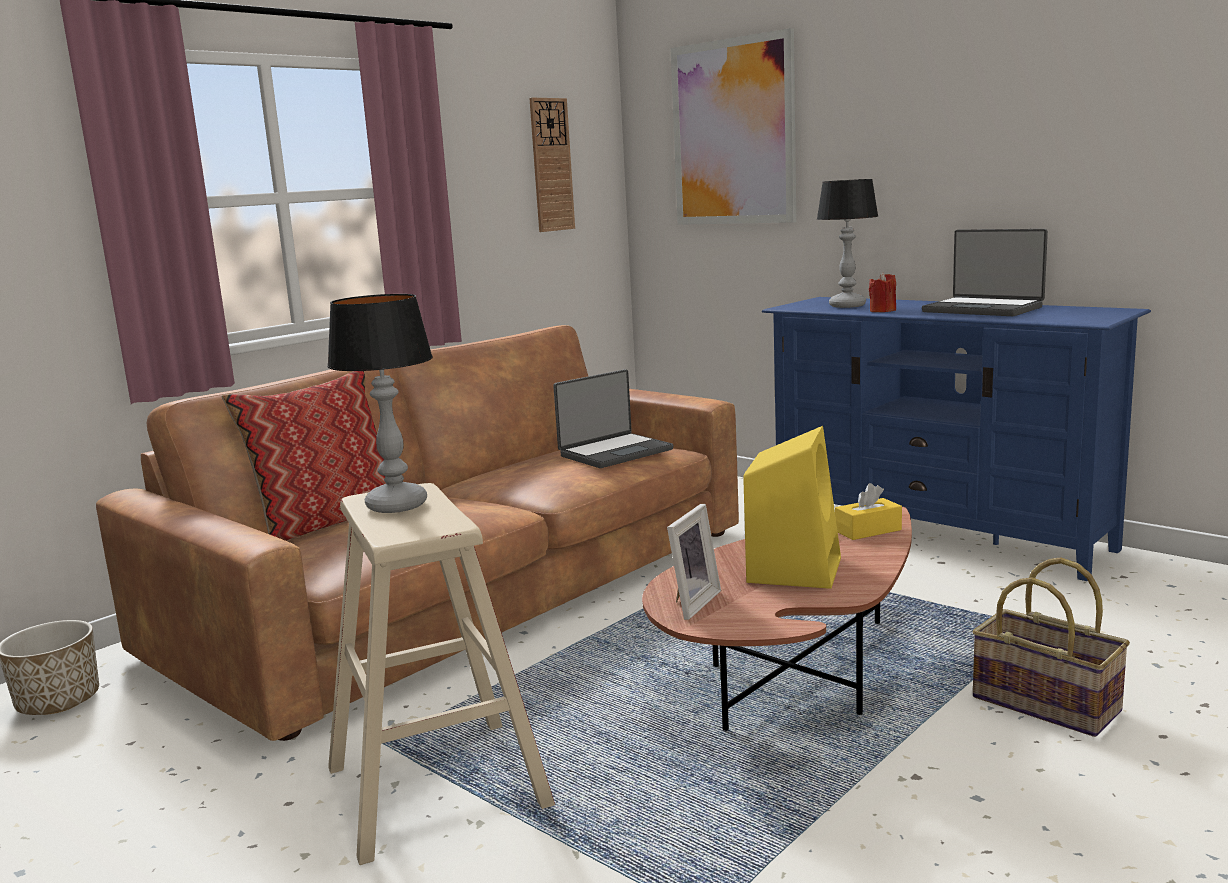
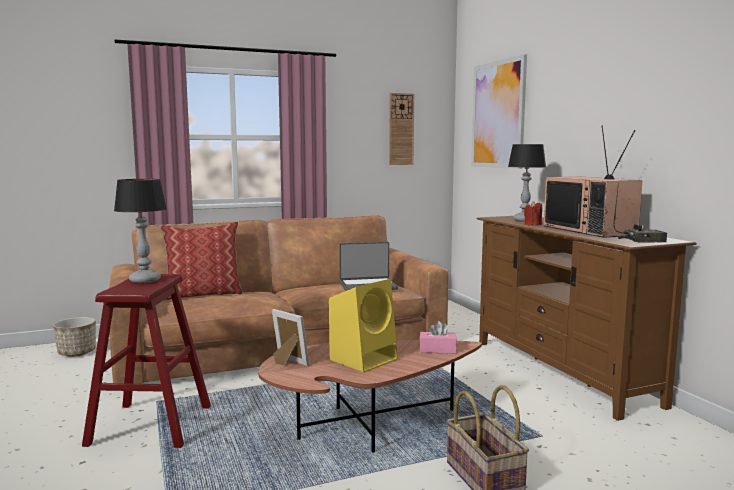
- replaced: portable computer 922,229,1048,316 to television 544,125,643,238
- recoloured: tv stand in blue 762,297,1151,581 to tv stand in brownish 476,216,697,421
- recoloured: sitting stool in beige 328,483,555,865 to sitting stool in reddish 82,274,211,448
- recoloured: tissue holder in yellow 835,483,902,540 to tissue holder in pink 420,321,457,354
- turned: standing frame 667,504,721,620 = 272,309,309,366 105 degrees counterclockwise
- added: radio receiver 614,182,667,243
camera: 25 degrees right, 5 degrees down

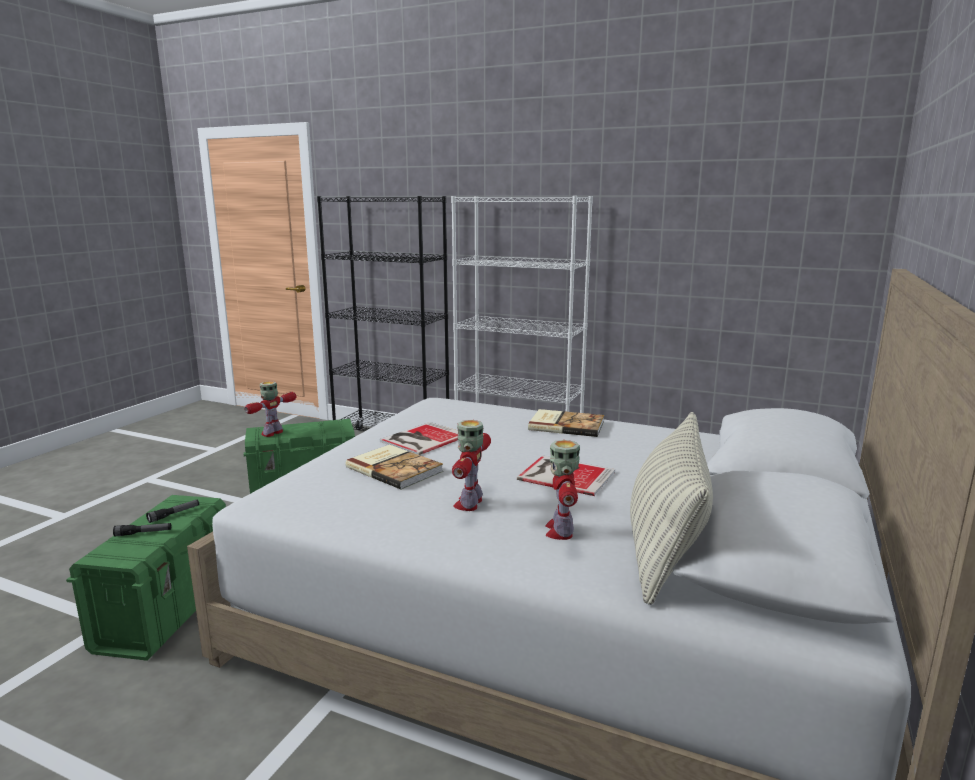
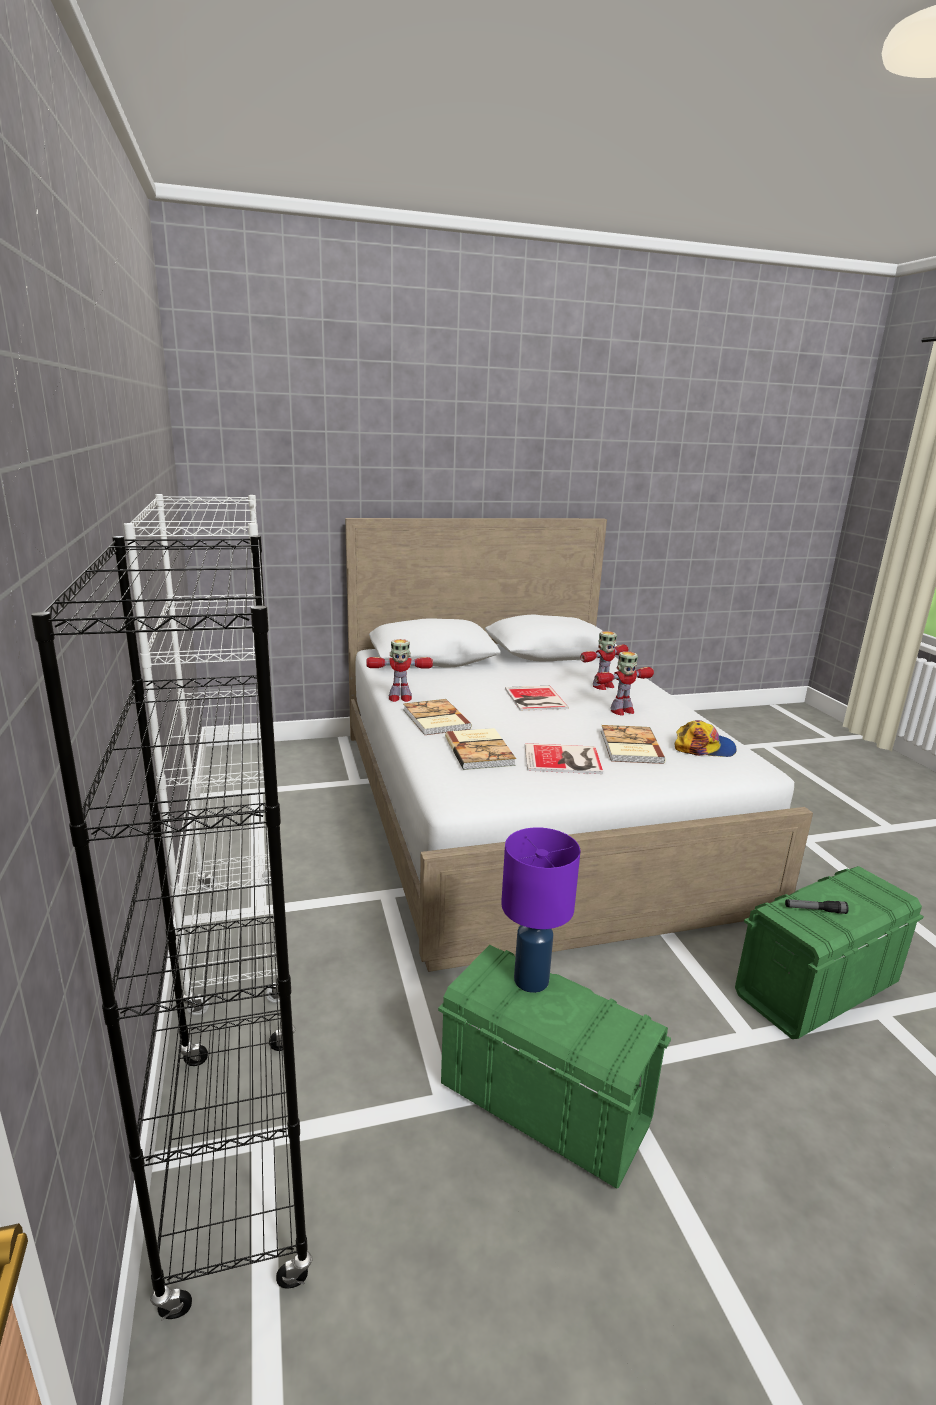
- moved: model robot 244,381,296,437 to 366,639,433,702
- removed: pillow 630,412,713,605
- removed: flashlight 113,523,171,536
- added: cap 675,720,737,757
- added: bound book 445,728,516,770
- added: lamp for a table in purplish 501,827,580,993
camera: 130 degrees left, 5 degrees up

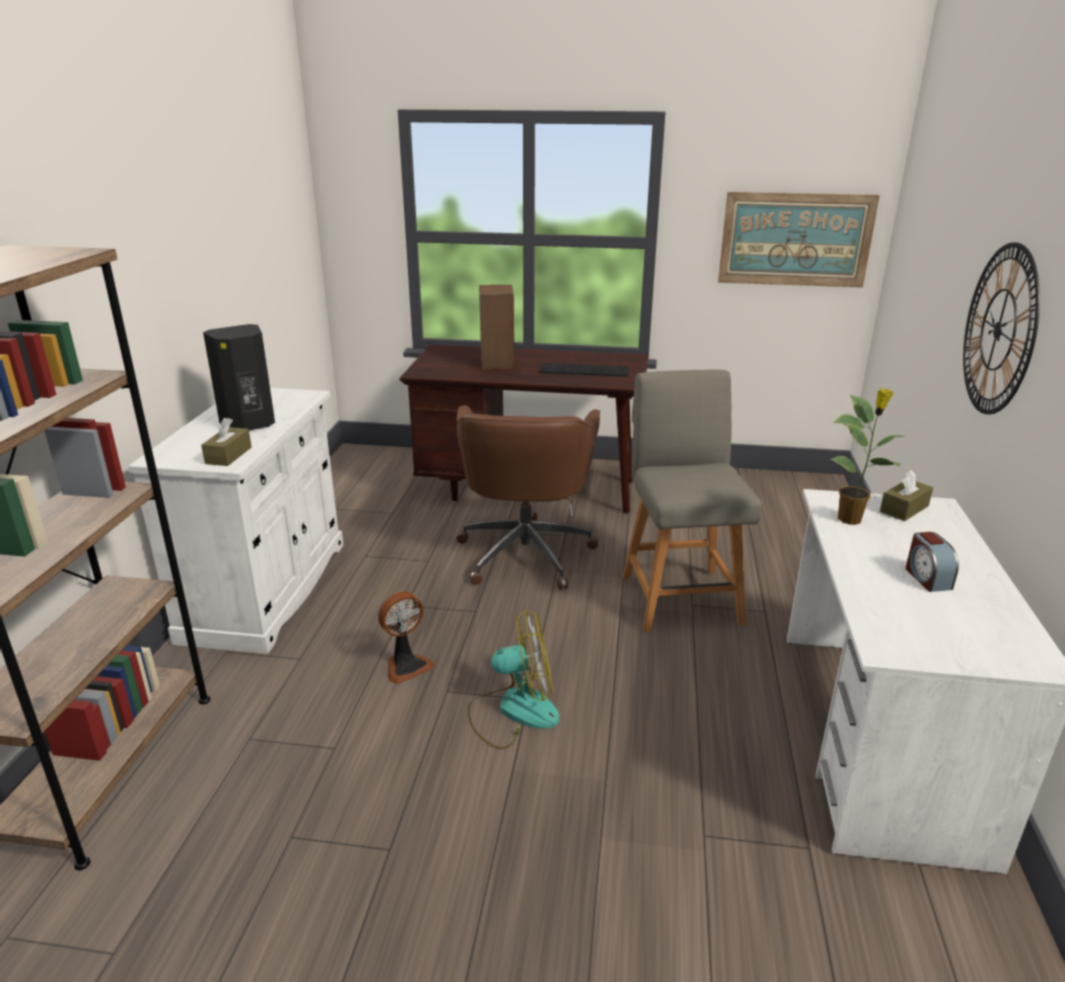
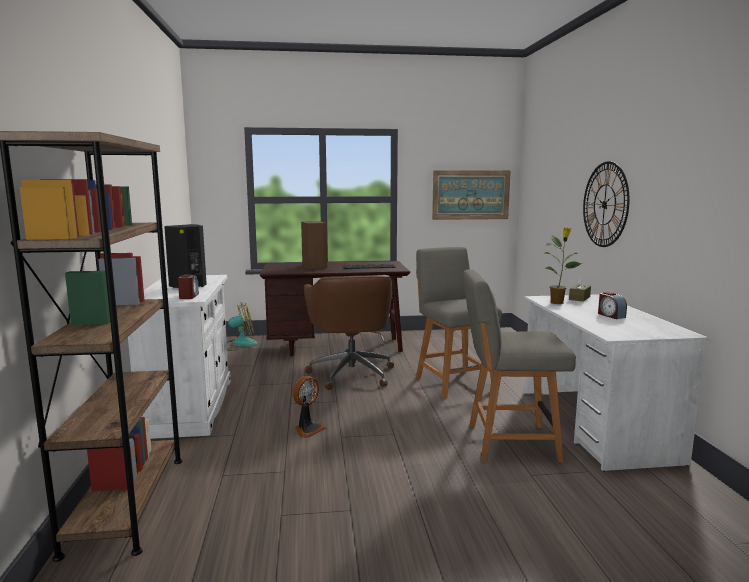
- replaced: tissue holder in brownish 201,418,252,466 to bedside clock 178,274,199,299
- moved: electric fan 468,610,560,749 to 227,302,258,351
- added: upright chair in grey 463,269,576,463
camera: 15 degrees left, 15 degrees down

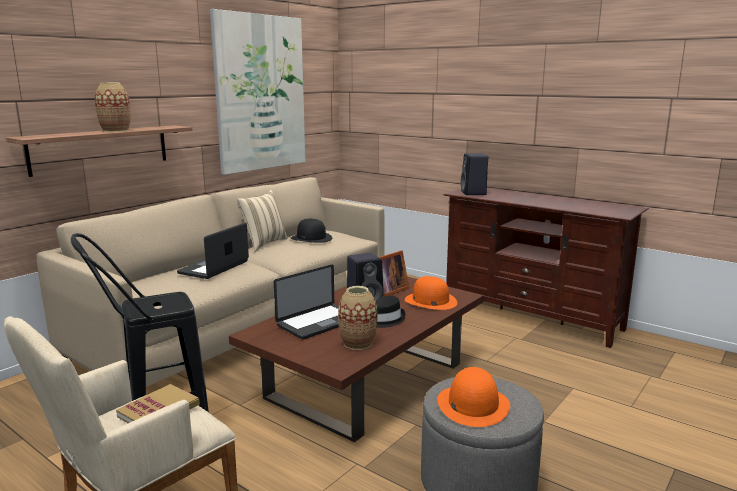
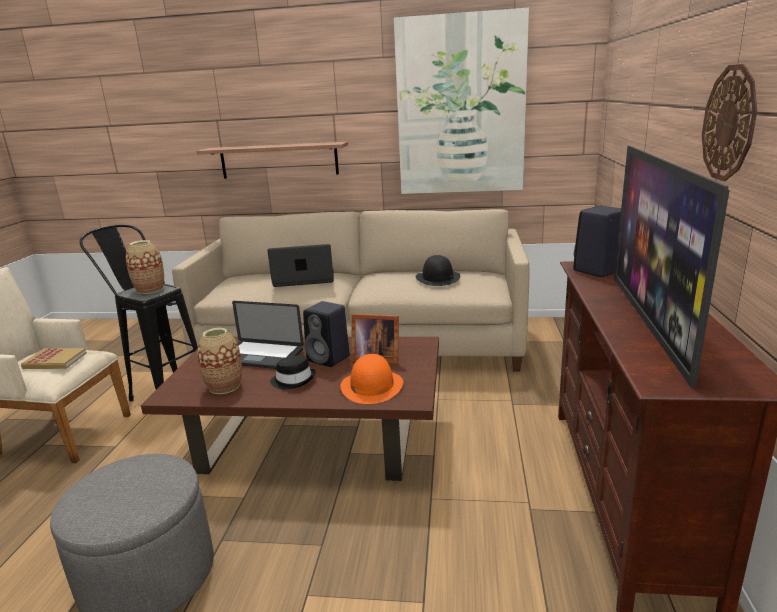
- moved: decorative vase 95,82,131,132 to 126,240,164,294
- removed: pillow in beige 237,190,288,252
- removed: clothing hat in orangey 437,367,510,427
- added: clock on the wall 702,64,757,181
- added: television 614,146,730,388
camera: 60 degrees right, 5 degrees up

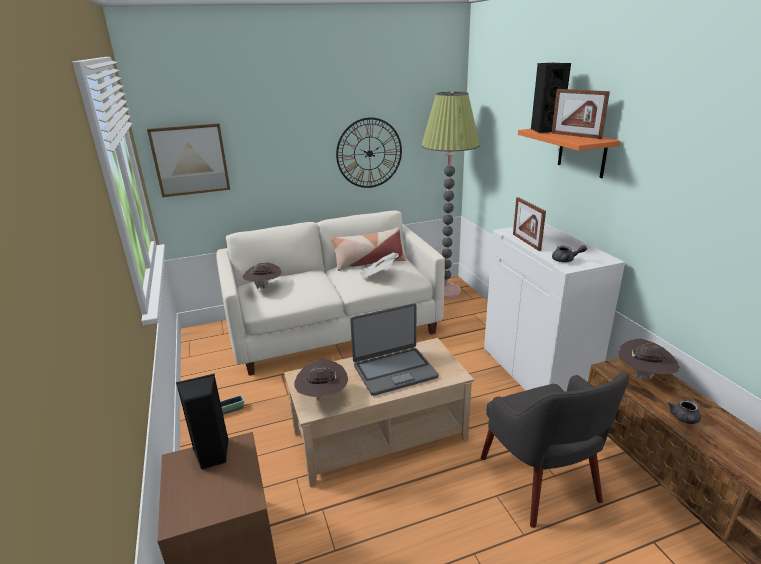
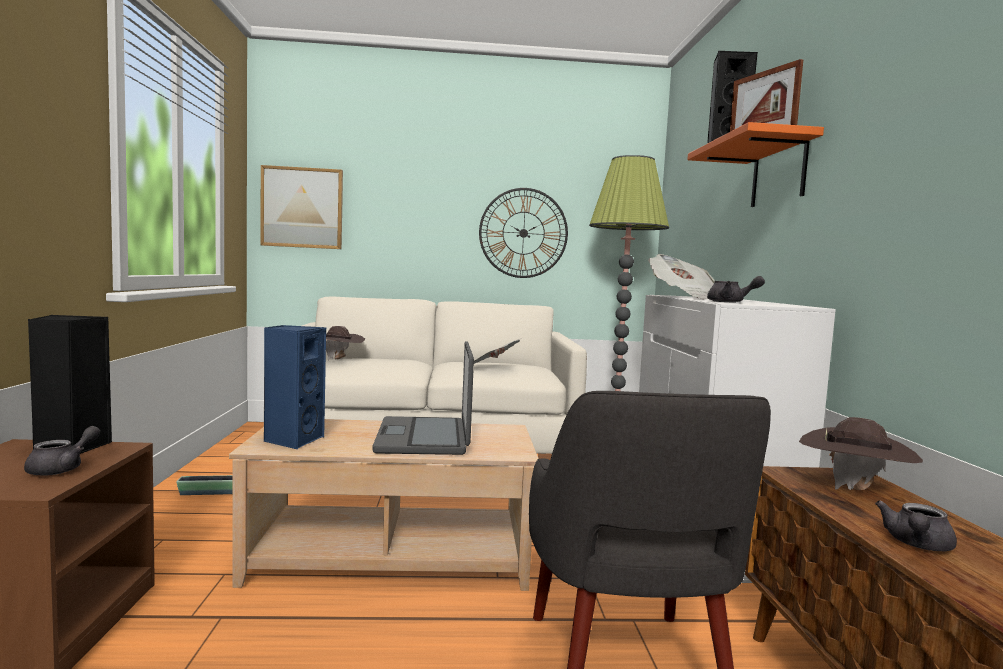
- replaced: standing frame 513,197,546,251 to newspaper 648,254,715,300
- removed: pillow 330,227,406,271
- turned: portable computer 350,303,439,396 = 372,341,474,455 90 degrees clockwise
- replaced: clothing hat in brownish 295,359,348,401 to loudspeaker in blue 264,325,326,450
- added: teapot in grey 24,426,100,476
camera: 15 degrees right, 20 degrees down

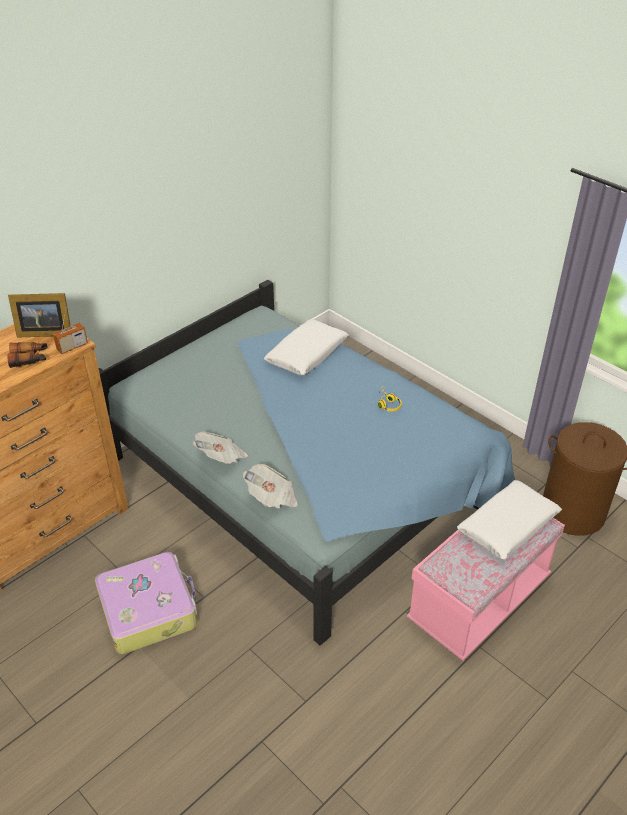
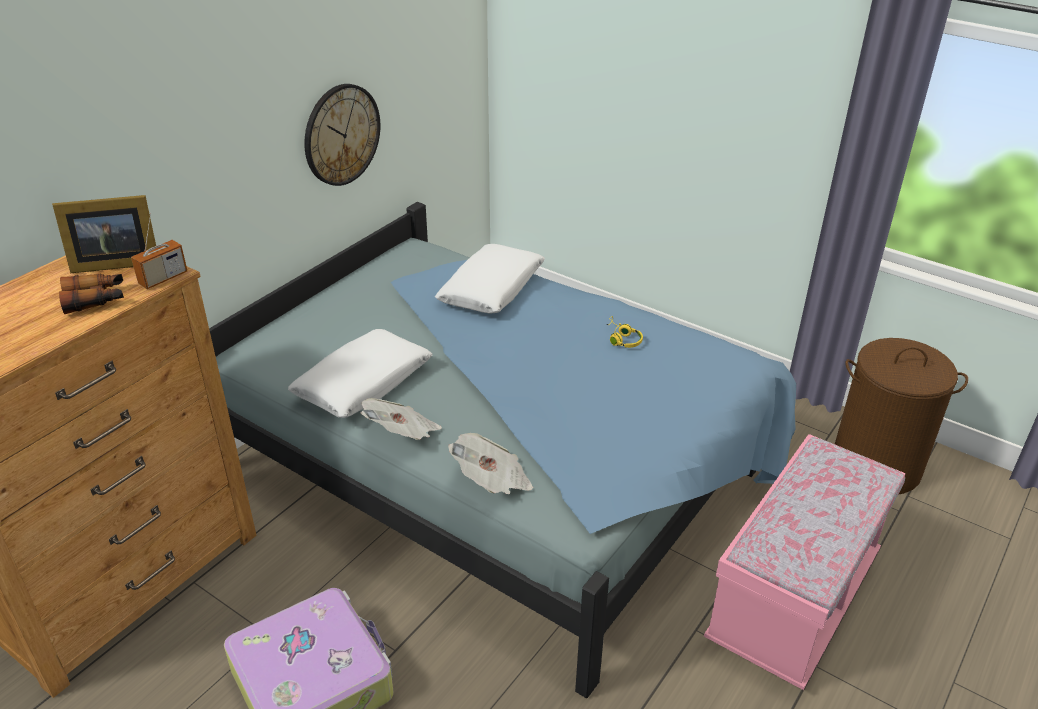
- moved: pillow in whitish 457,480,562,560 to 288,329,433,418
- added: clock on the wall 304,84,380,186
camera: 10 degrees left, 5 degrees down

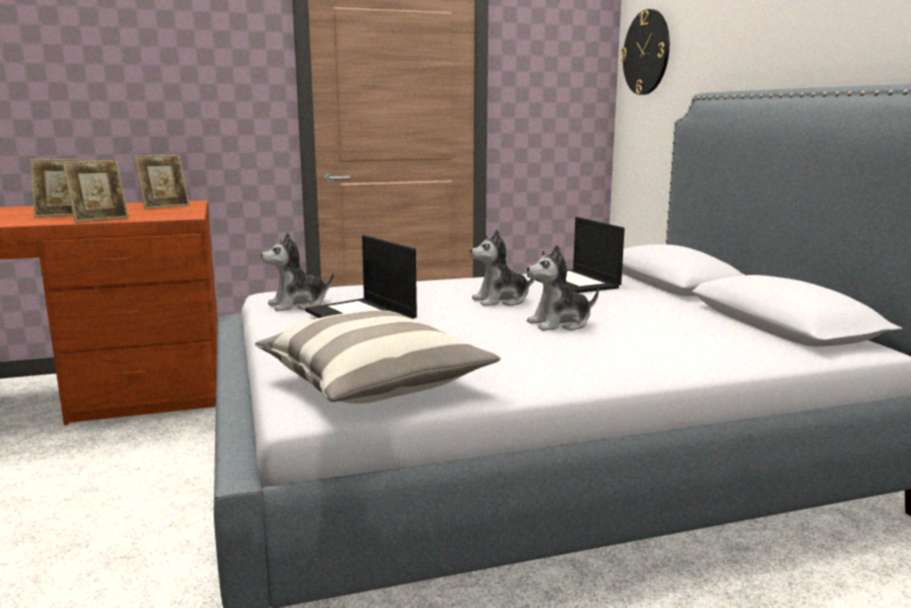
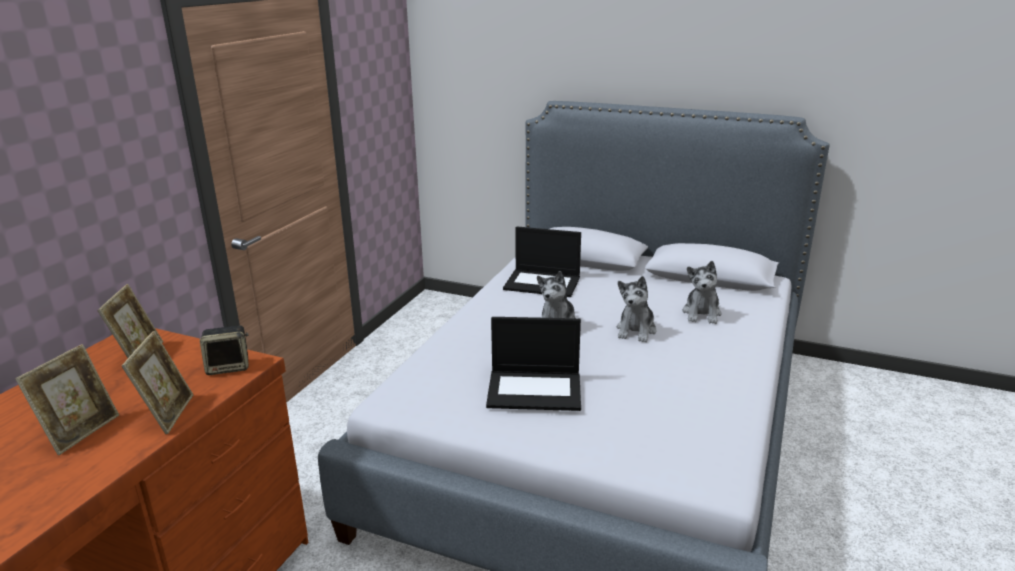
- removed: clock on the wall 621,9,670,95
- moved: soft toy 261,232,334,311 to 682,261,721,324
- removed: pillow 255,310,501,403
- added: loudspeaker 200,325,249,375
camera: 50 degrees left, 10 degrees up

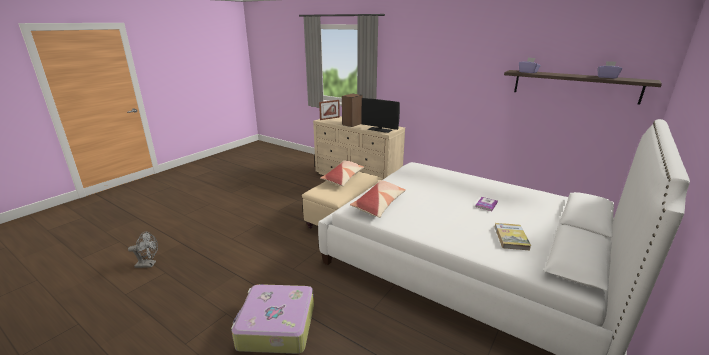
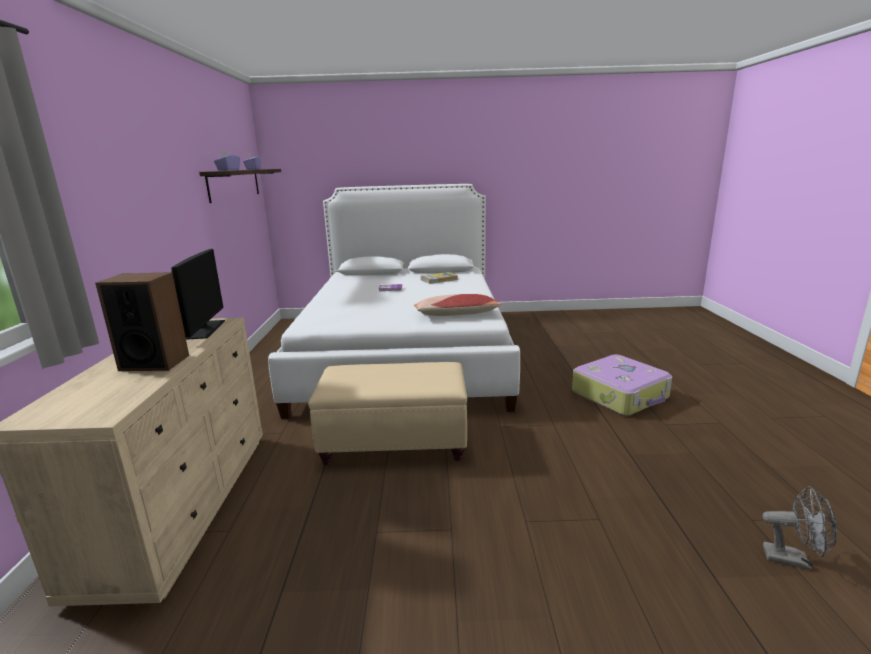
- removed: standing frame 319,100,340,120
- removed: pillow 321,160,364,186
- turned: electric fan in grey 128,232,158,268 = 762,486,837,570 150 degrees clockwise
camera: 125 degrees left, 5 degrees down

